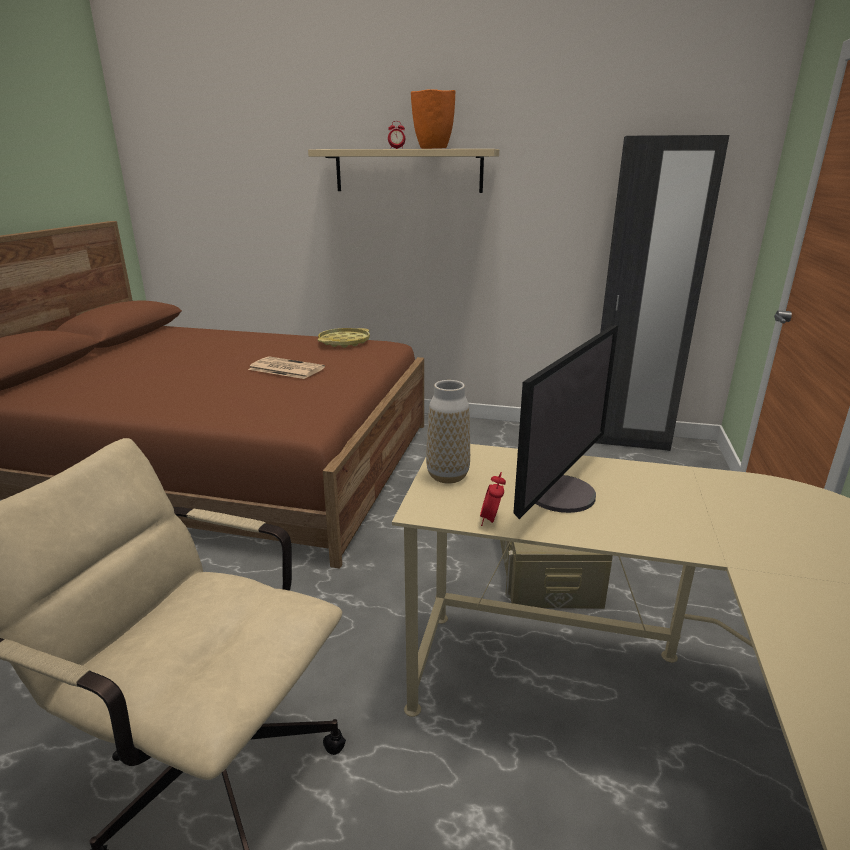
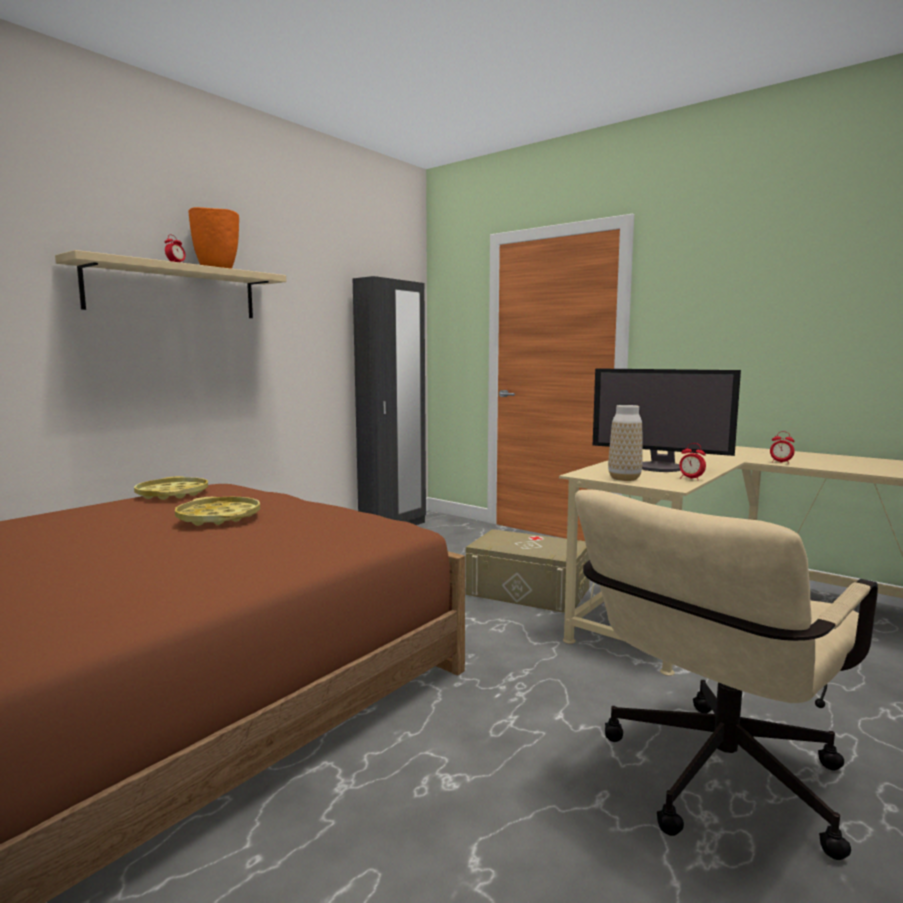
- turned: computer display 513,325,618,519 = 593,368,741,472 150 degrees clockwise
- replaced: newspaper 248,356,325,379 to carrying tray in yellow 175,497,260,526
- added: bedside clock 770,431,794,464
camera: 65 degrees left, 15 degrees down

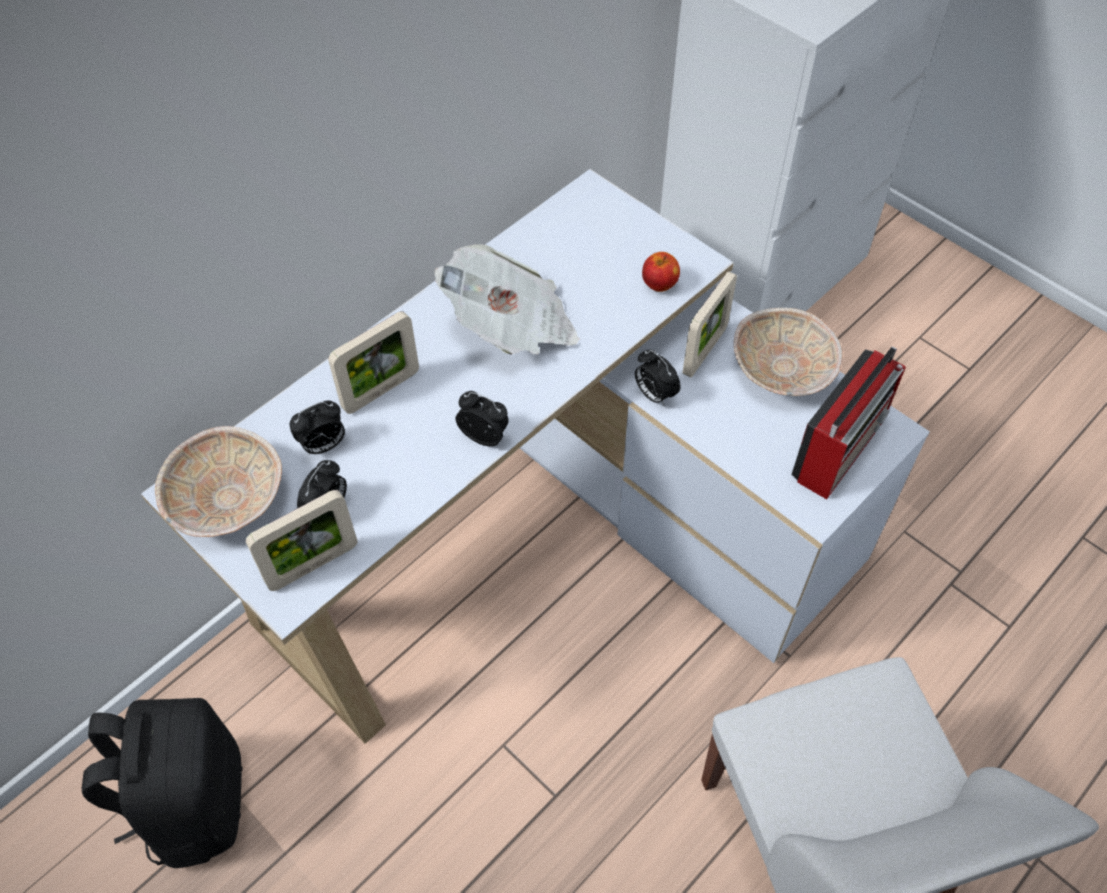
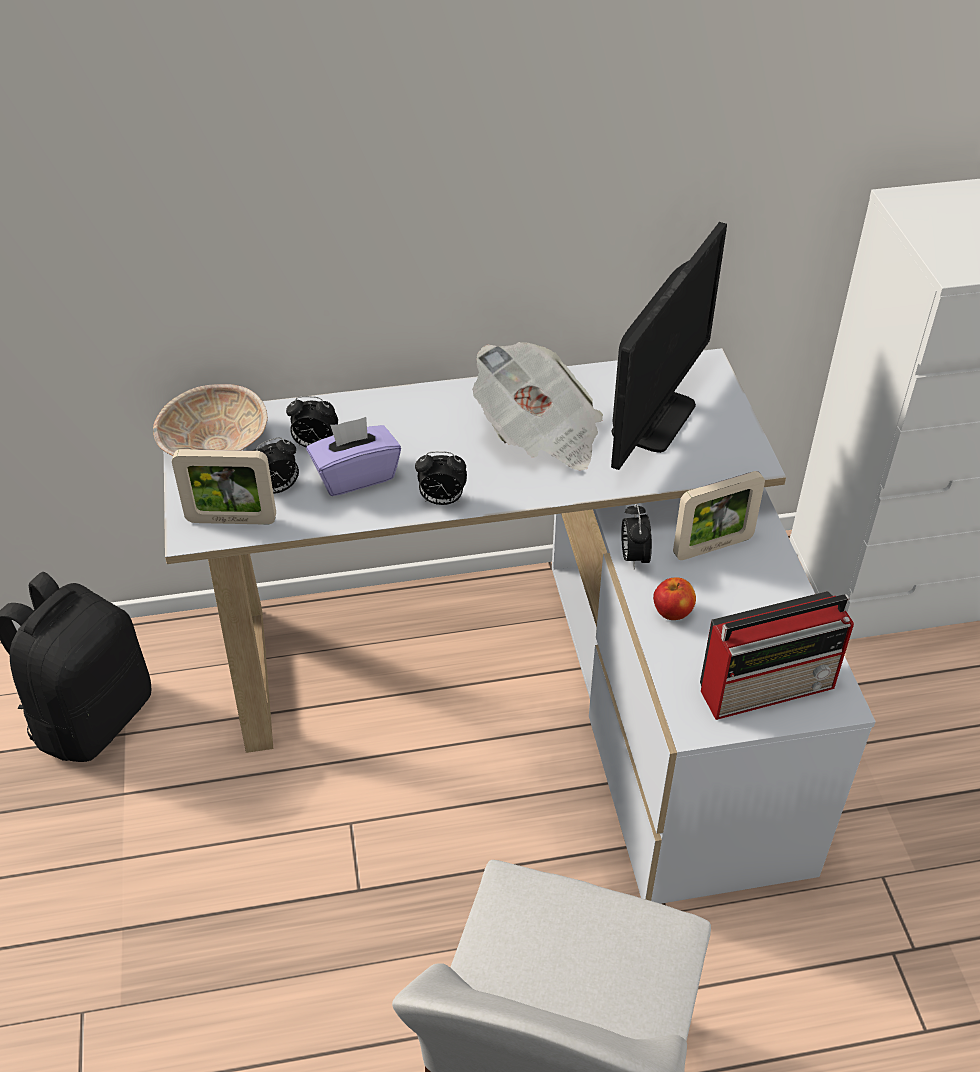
- moved: apple 642,252,680,292 to 653,577,696,620
- removed: deep dish in beige 734,308,843,396
- removed: standing frame 328,311,419,414
- turned: bedside clock 455,391,509,447 = 415,451,467,505 120 degrees clockwise
- added: computer display 611,222,727,470
- added: tissue holder in purplish 306,417,401,496
camera: 35 degrees right, 10 degrees down

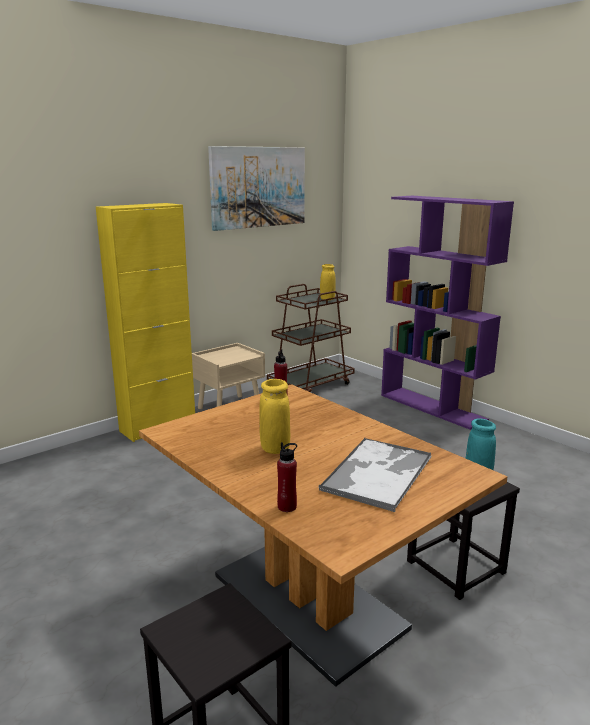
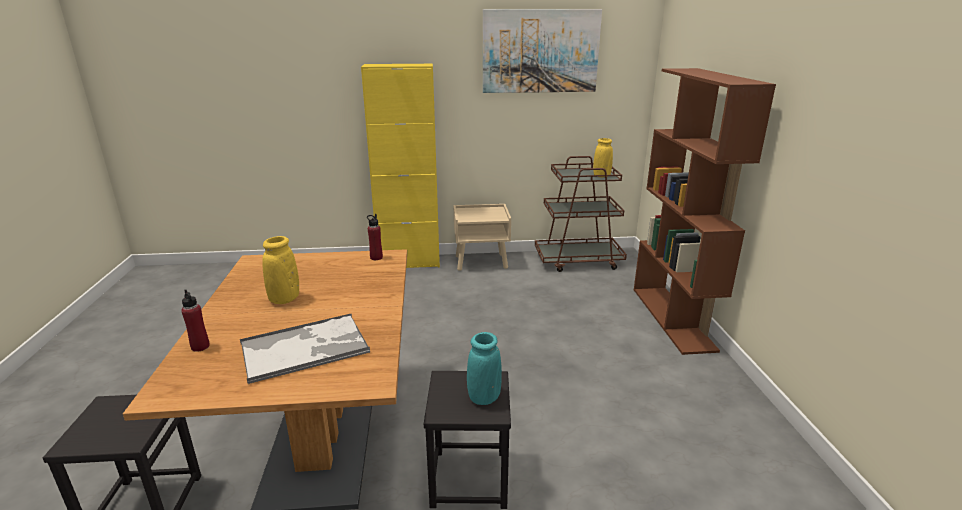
- recoloured: bookcase in purplish 381,196,514,430 to bookcase in brownish 634,68,776,355
camera: 35 degrees right, 5 degrees up

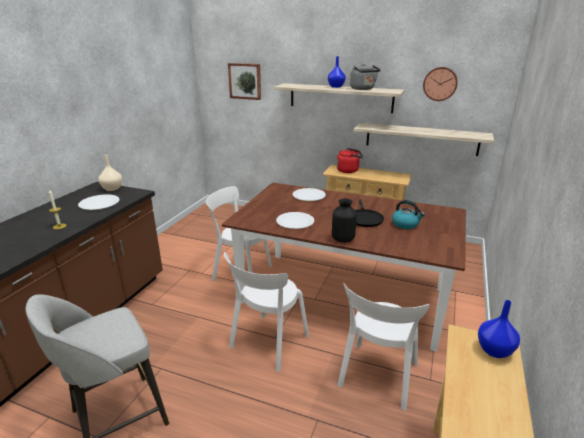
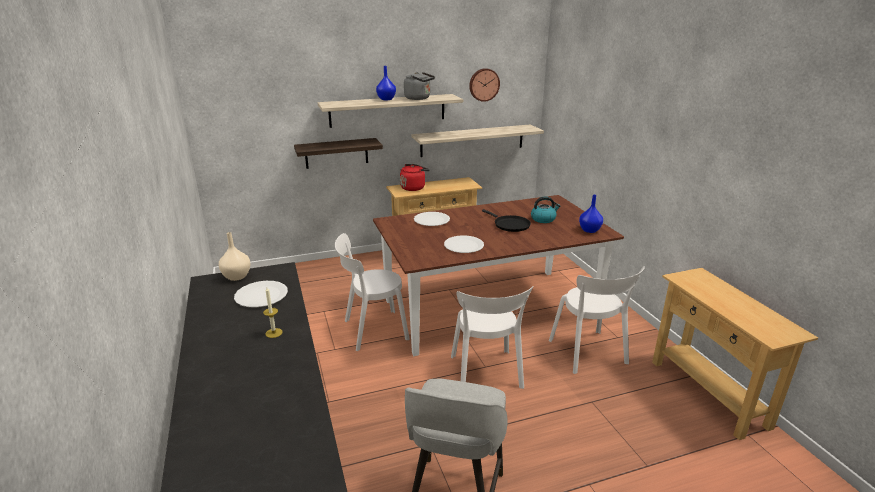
- removed: wall picture 228,63,261,100
- removed: decorative vase in black-coloured 332,198,357,243
- moved: decorative vase in blue 478,300,520,358 to 579,195,603,233
- added: bracket shelf 294,138,383,169
camera: 40 degrees left, 0 degrees up

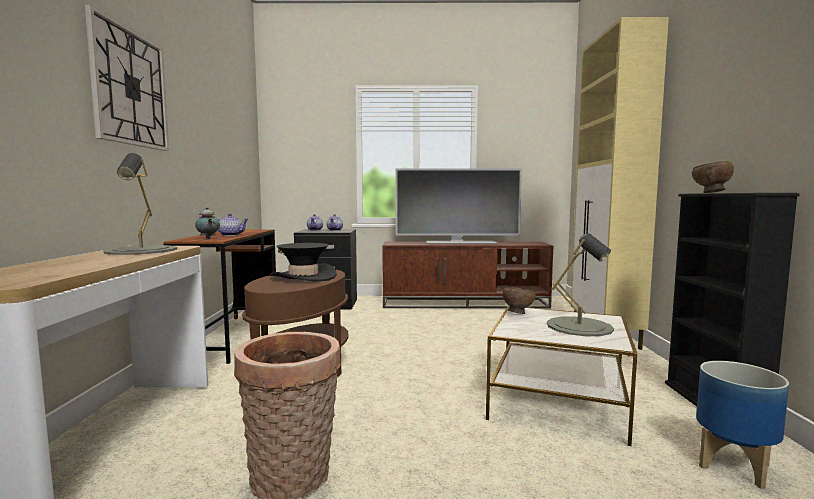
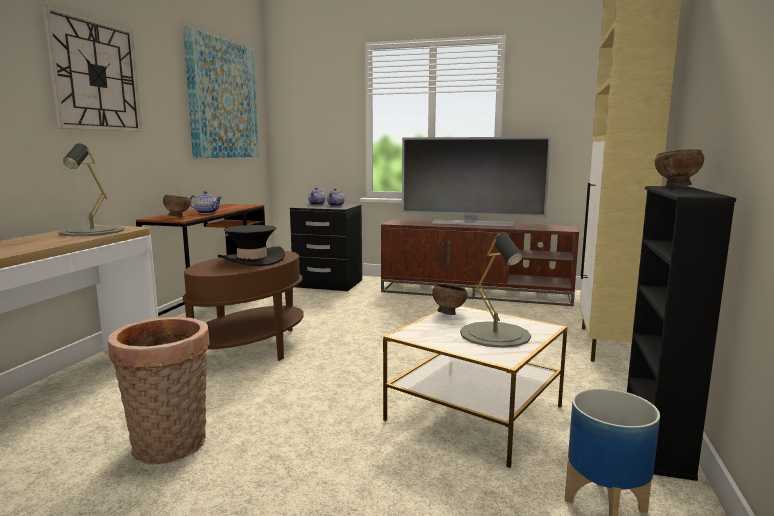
- replaced: teapot 195,207,220,239 to deep dish in brownish 163,195,191,217
- added: wall picture 183,25,259,158
camera: 15 degrees right, 5 degrees up

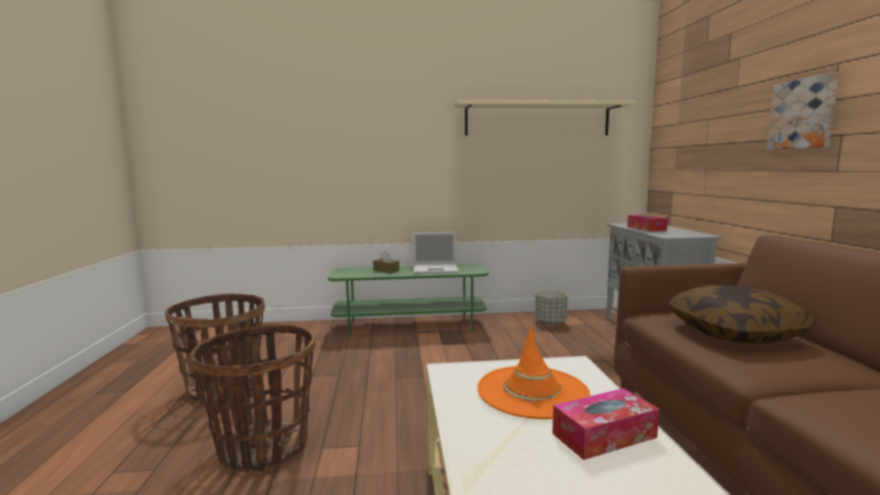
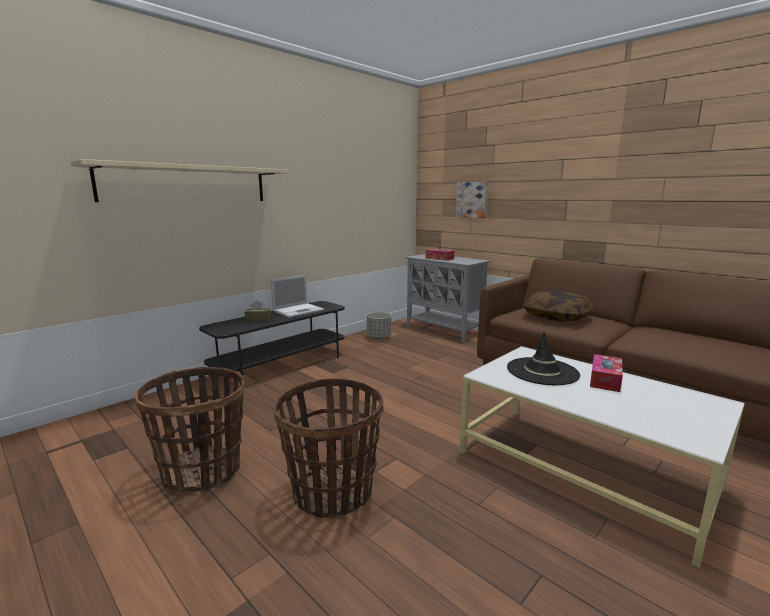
- moved: wall picture 767,72,839,150 to 455,182,488,218
- moved: bracket shelf in beige 454,100,636,135 to 71,159,288,202
- recoloured: tv stand in green 328,264,488,338 to tv stand in black-coloured 199,301,345,376
- recoloured: clothing hat in orangey 477,327,591,419 to clothing hat in black-coloured 507,332,580,385
camera: 40 degrees left, 5 degrees up

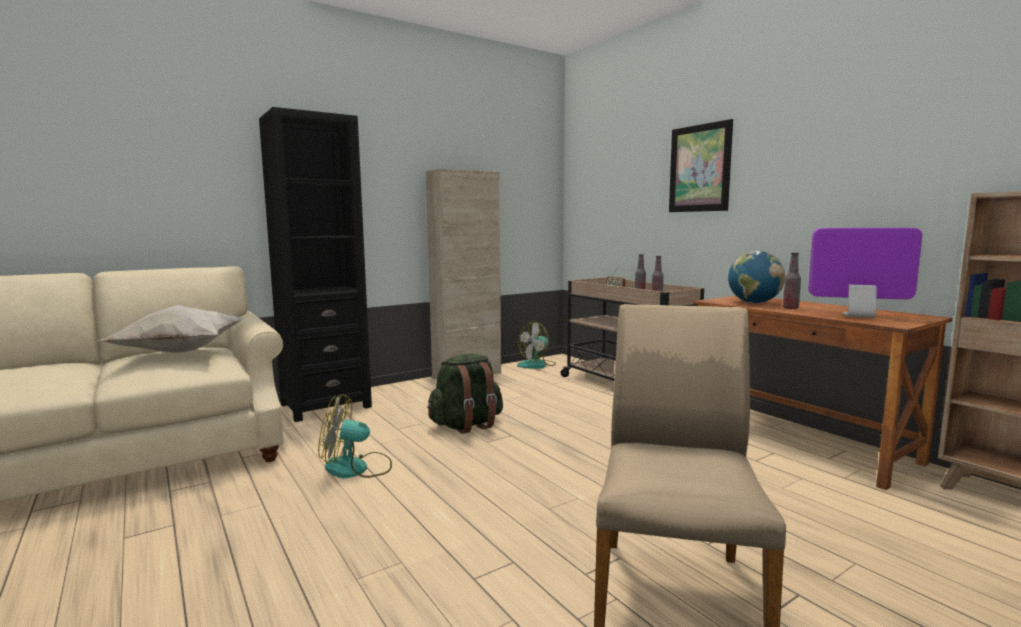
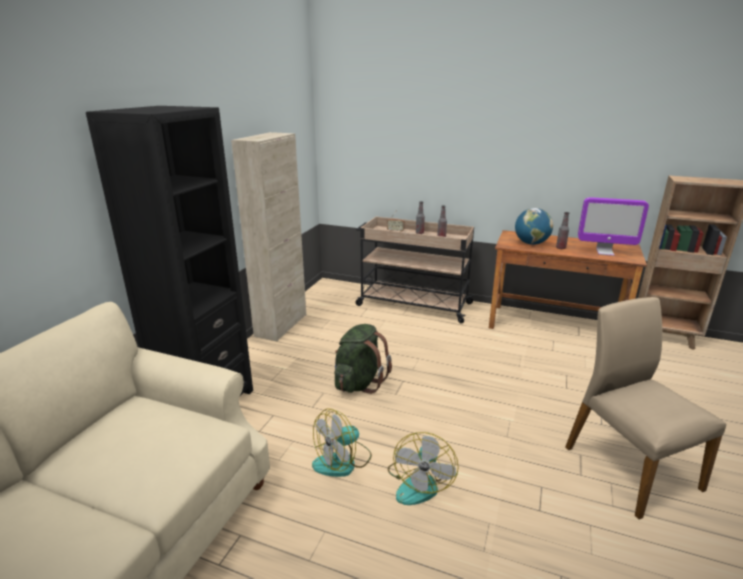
- removed: wall picture 669,119,733,212
- turned: computer display 808,228,922,318 = 578,197,649,256 150 degrees counterclockwise
- removed: pillow in whitish 97,305,243,353
- moved: electric fan 517,321,556,369 to 388,432,459,505
camera: 35 degrees left, 15 degrees up

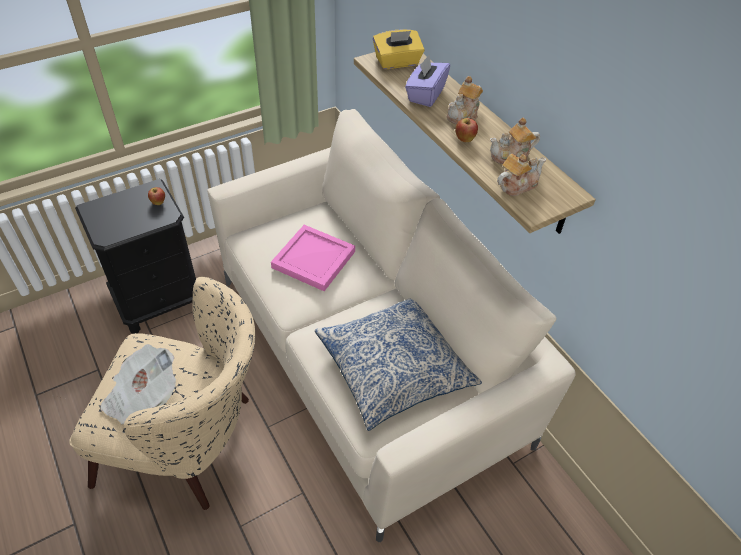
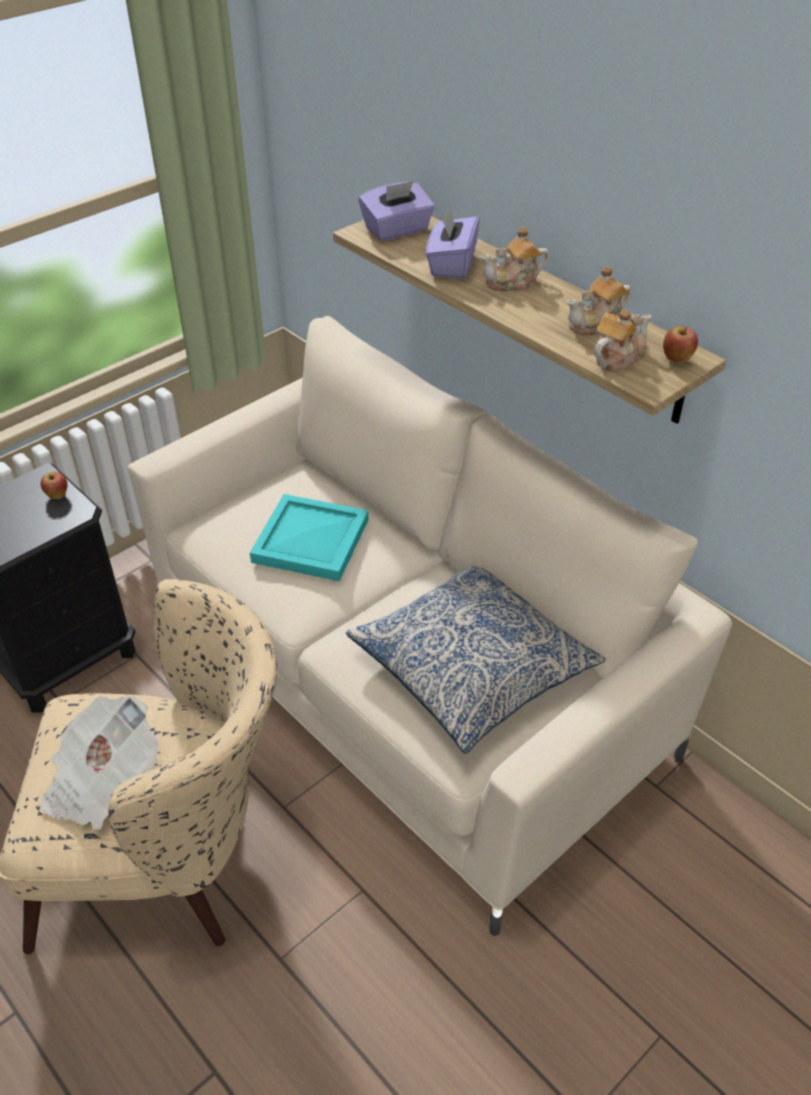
- recoloured: tissue holder in yellow 373,29,425,69 to tissue holder in purplish 359,181,435,241
- turned: teapot 447,76,483,124 = 480,227,550,291 45 degrees clockwise
- moved: apple 455,118,478,142 to 663,326,698,363
- recoloured: carrying tray in pink 271,225,355,291 to carrying tray in blue-green 250,494,369,581
camera: 10 degrees left, 5 degrees down

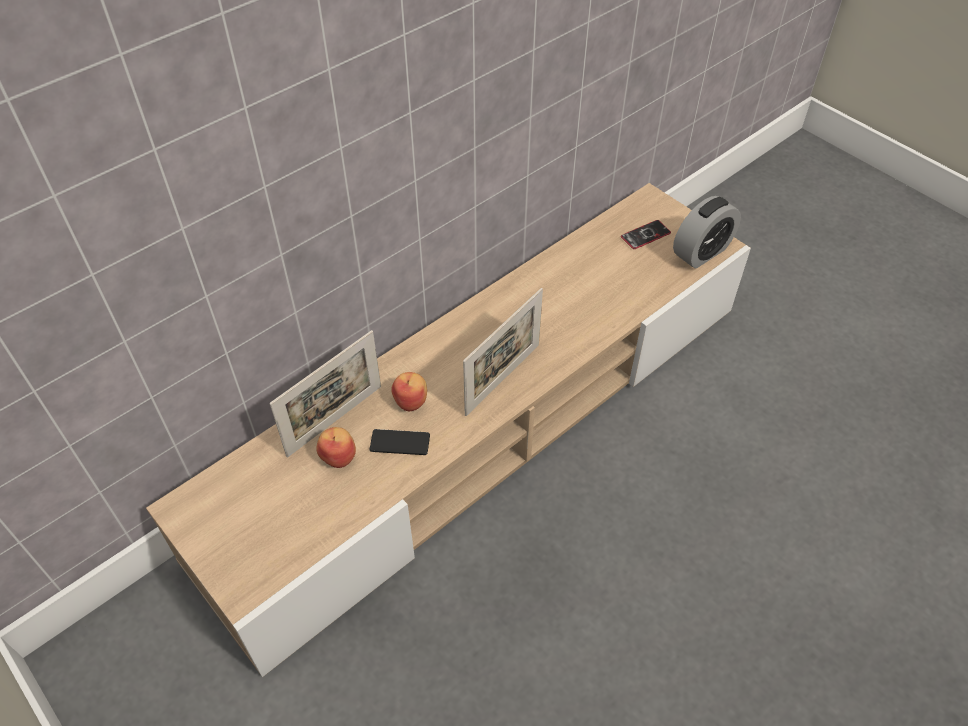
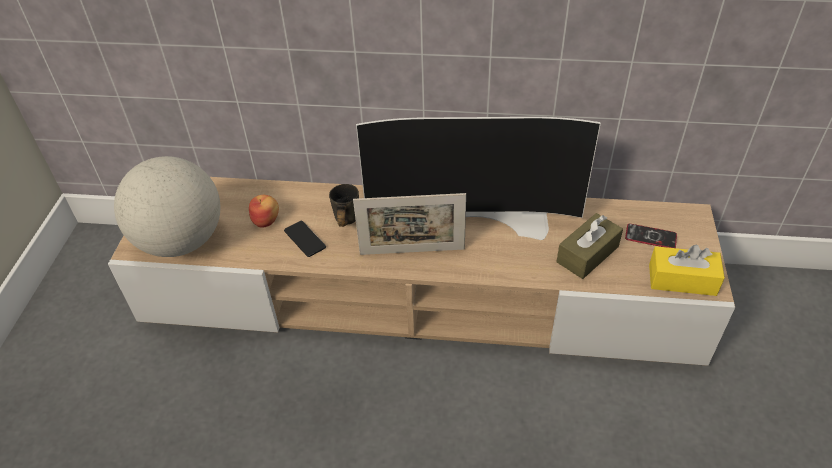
- replaced: bedside clock 673,196,741,268 to tissue holder in yellow 649,245,725,296
- removed: standing frame 270,330,381,457
- replaced: apple 391,372,427,411 to coffee mug in grey 329,184,359,227
- added: television 356,117,601,240
- added: world globe 114,156,220,257
- added: tissue holder in brownish 557,213,623,279
camera: 50 degrees right, 5 degrees down

